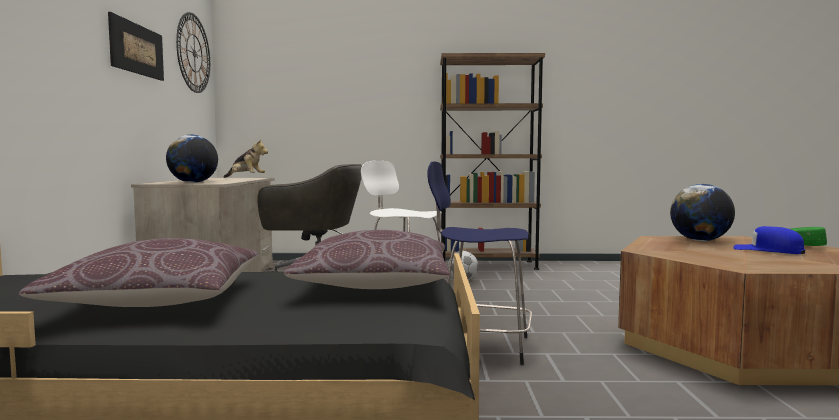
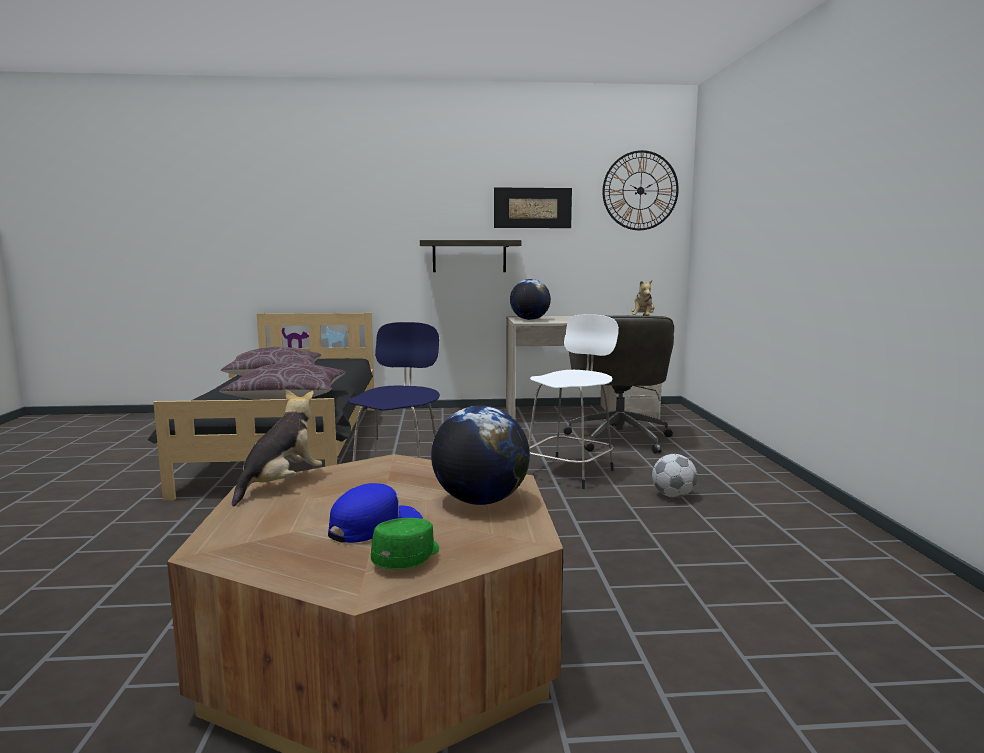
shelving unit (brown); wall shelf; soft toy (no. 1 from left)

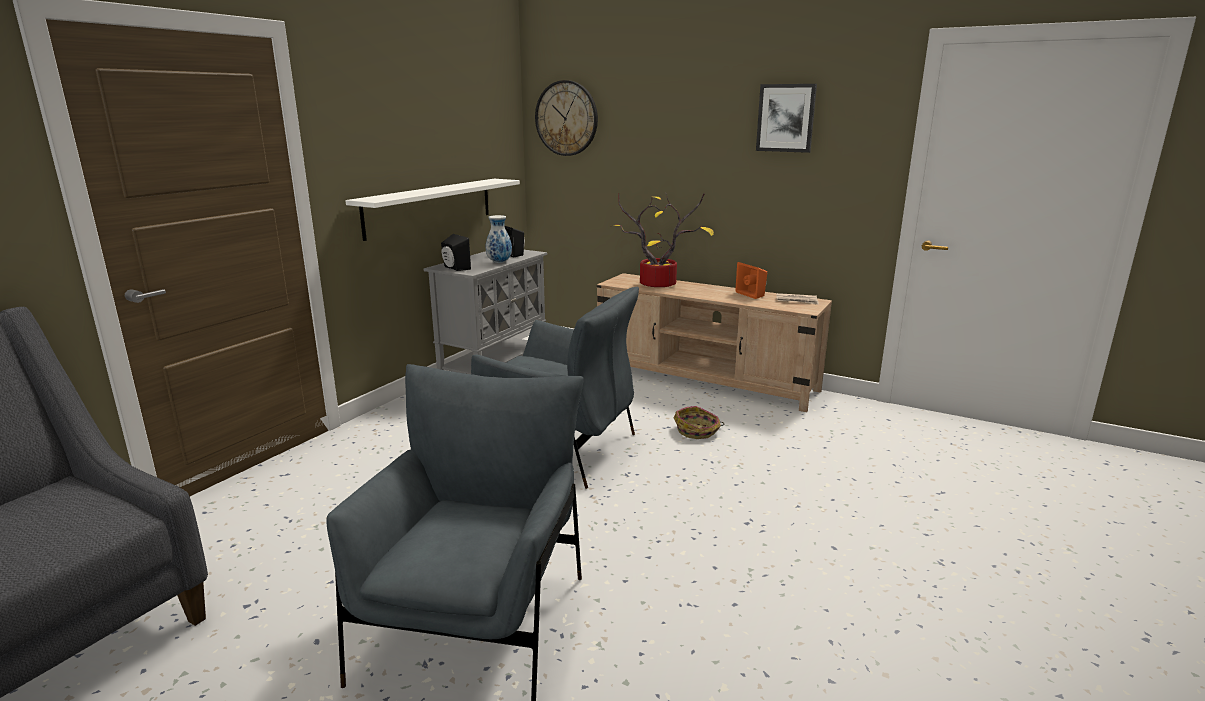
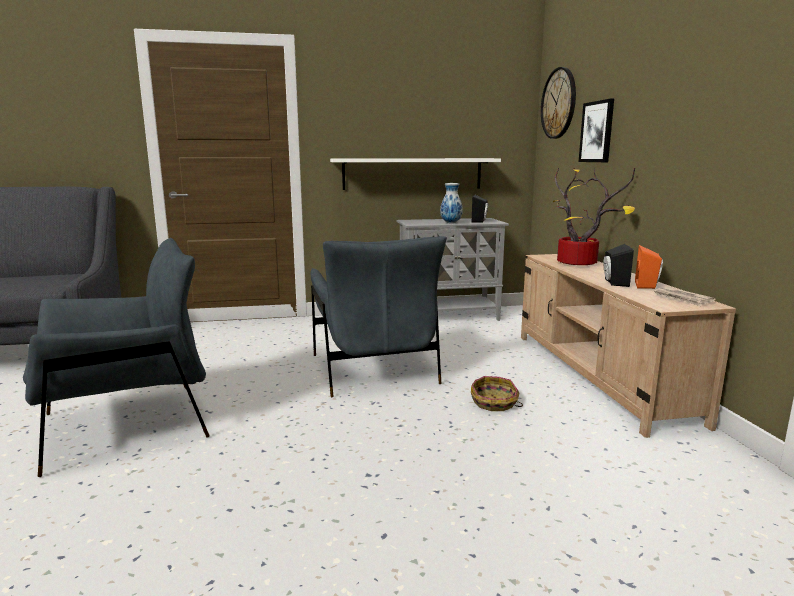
wall art; loudspeaker (blackish) (no. 2 from left)

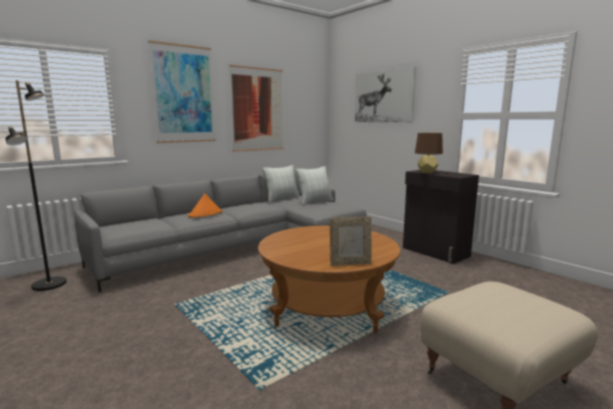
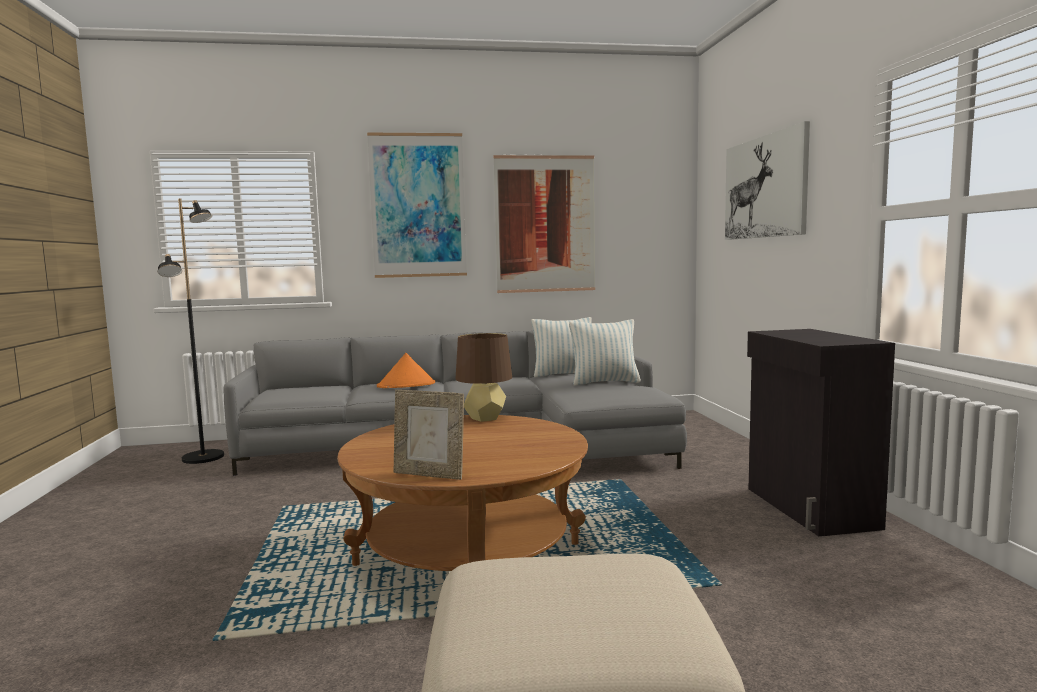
tabletop lamp (brown)

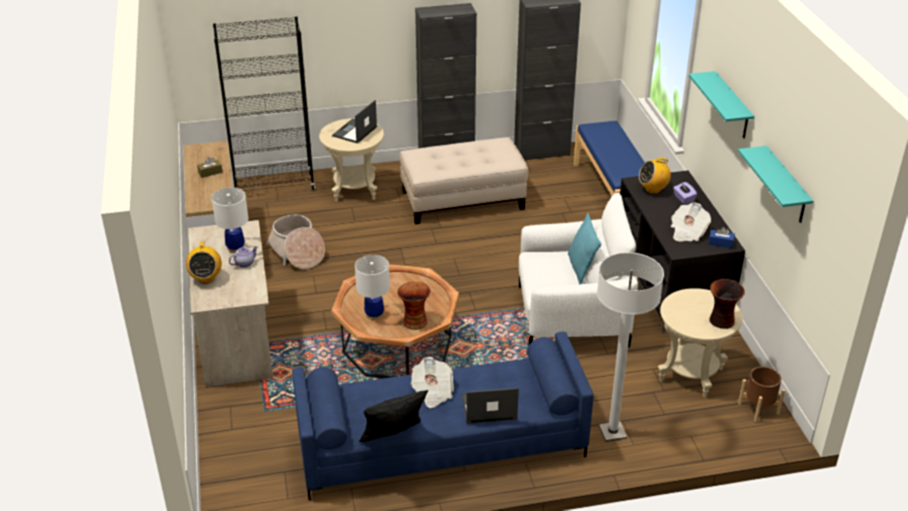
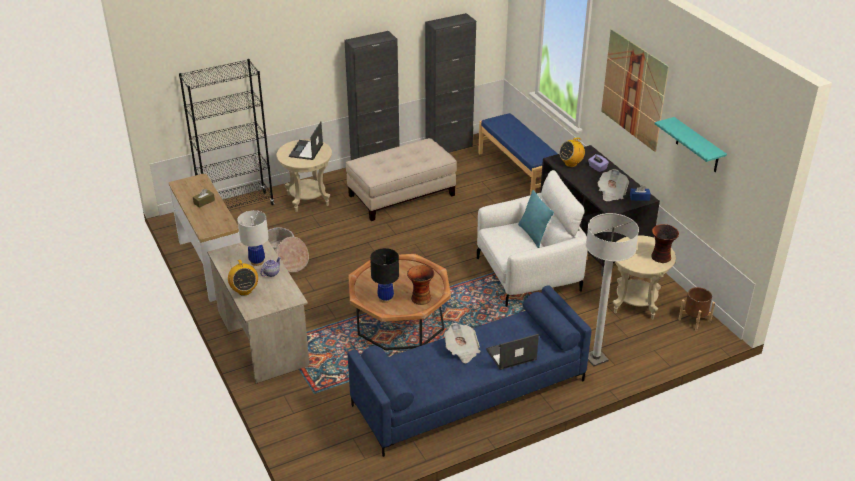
wall art; tabletop lamp (blackish); pillow (blackish)

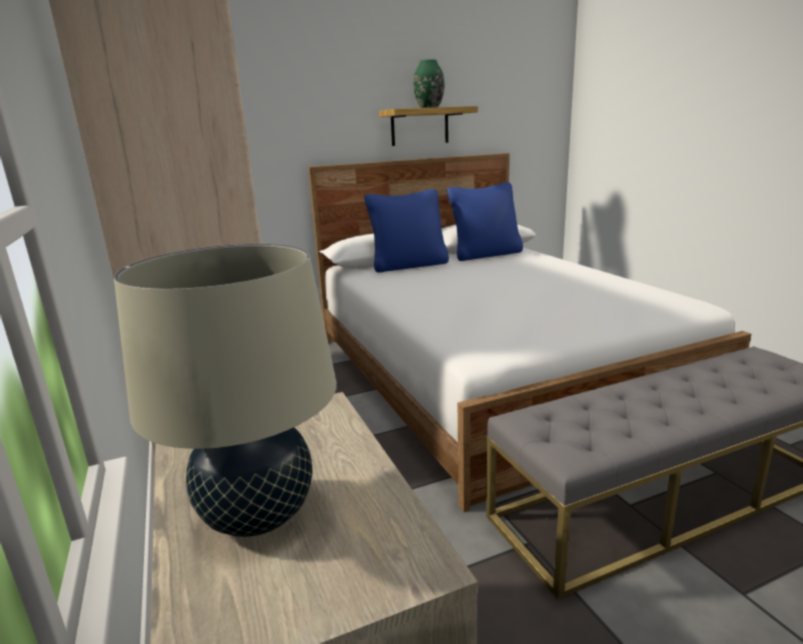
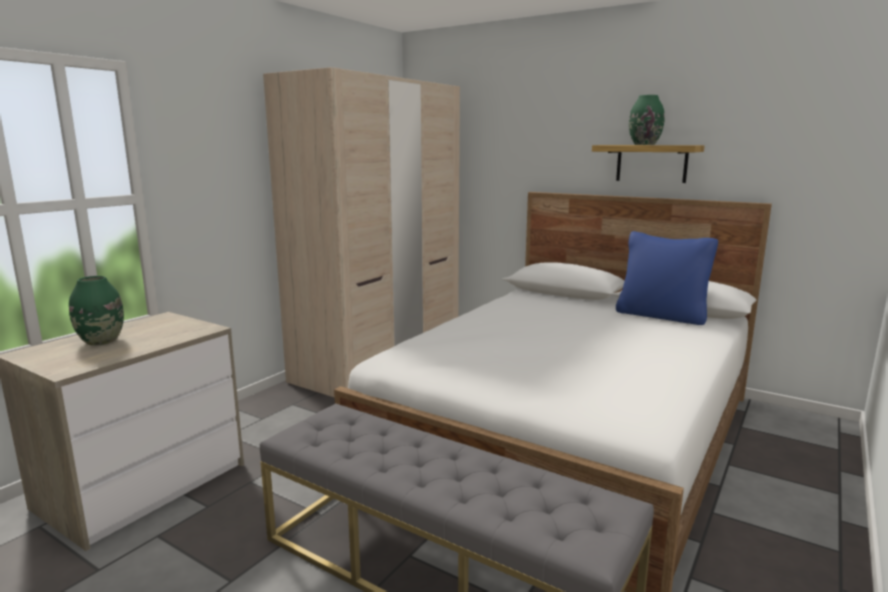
pillow (blue-coloured) (no. 1 from left in the first image); vase (greenish) (no. 1 from left)

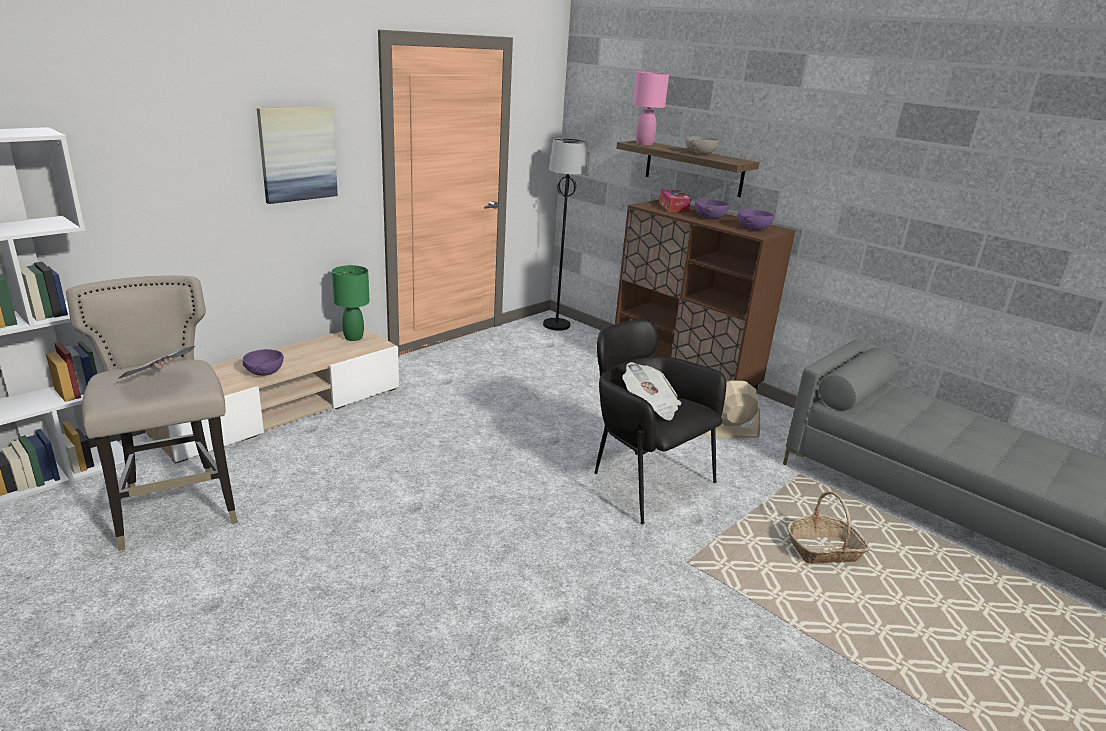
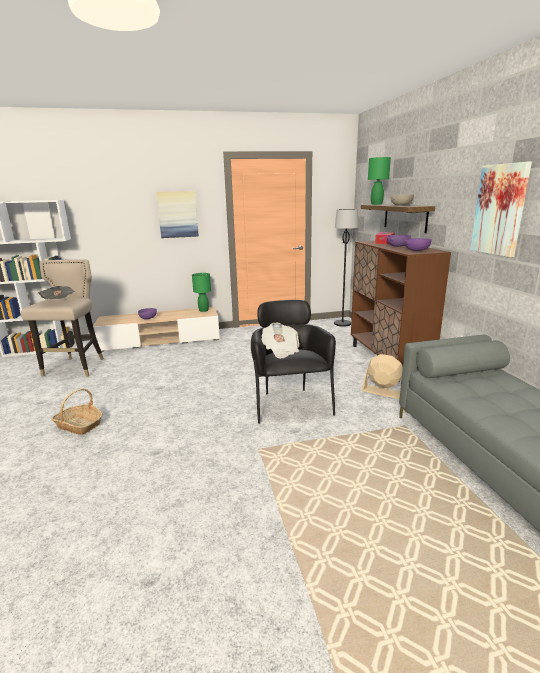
tabletop lamp (greenish) (no. 2 from left); basket; wall art (no. 2 from left)

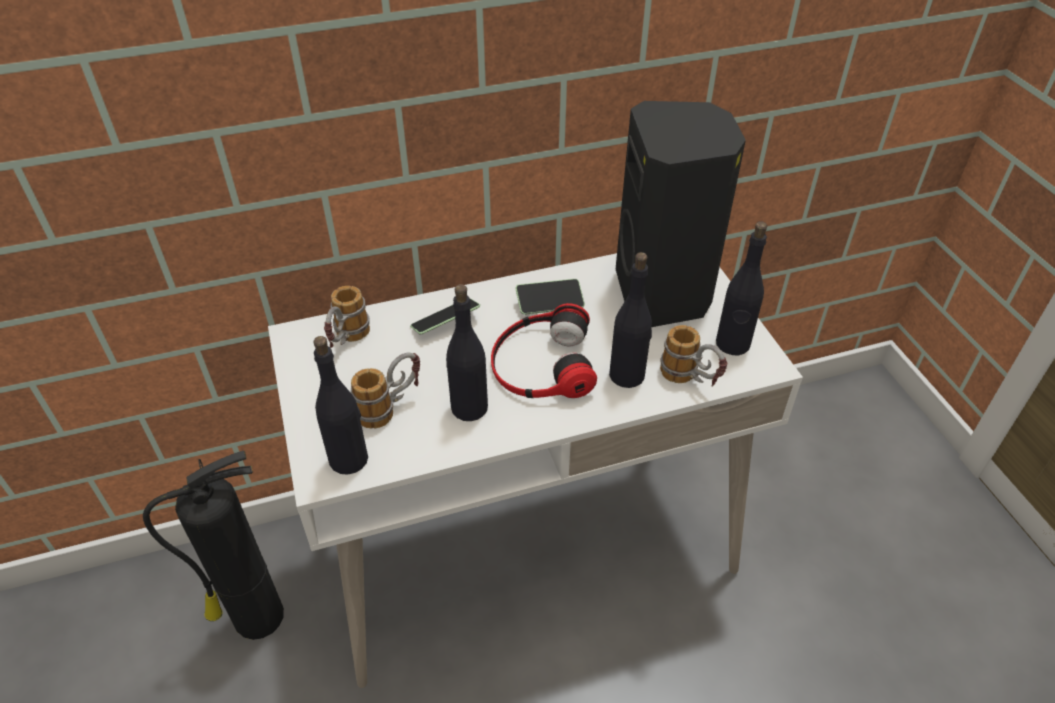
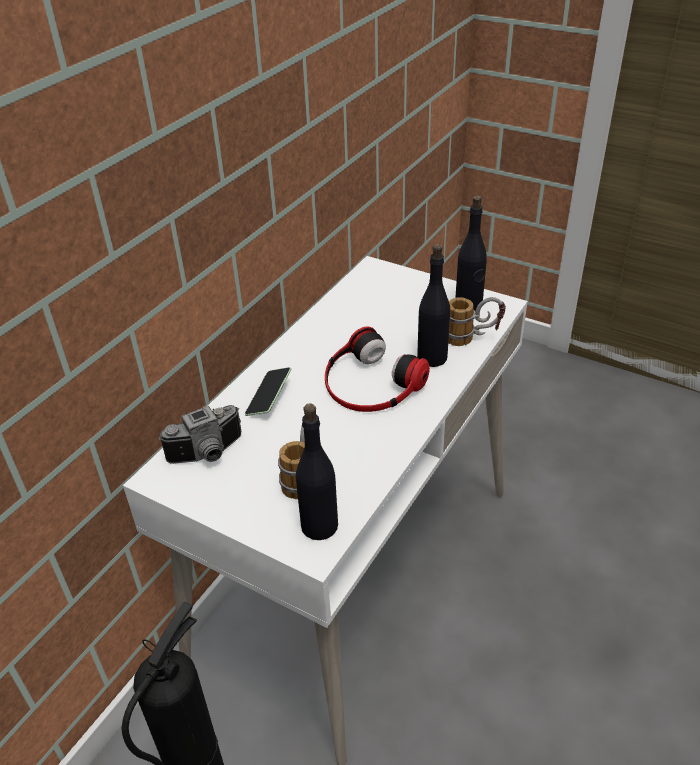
loudspeaker (blackish); phone (no. 2 from left in the first image); beverage bottle (blackish) (no. 2 from left in the first image); still camera

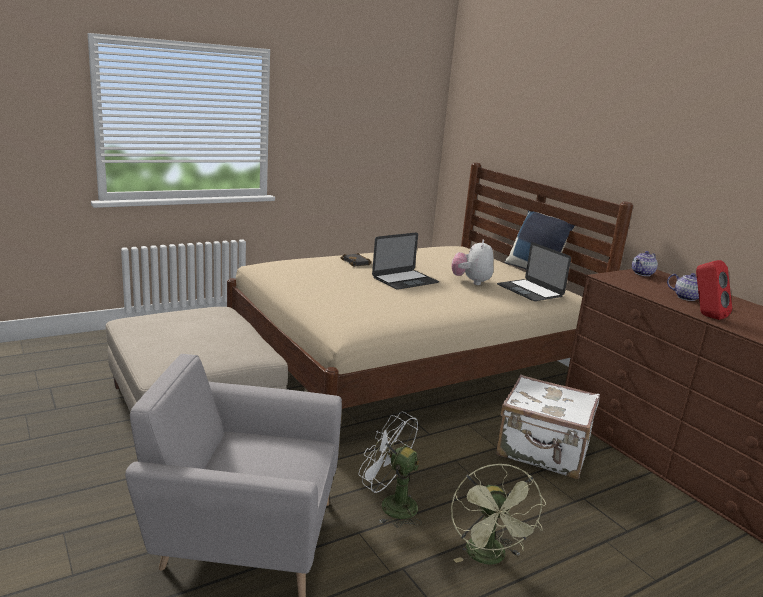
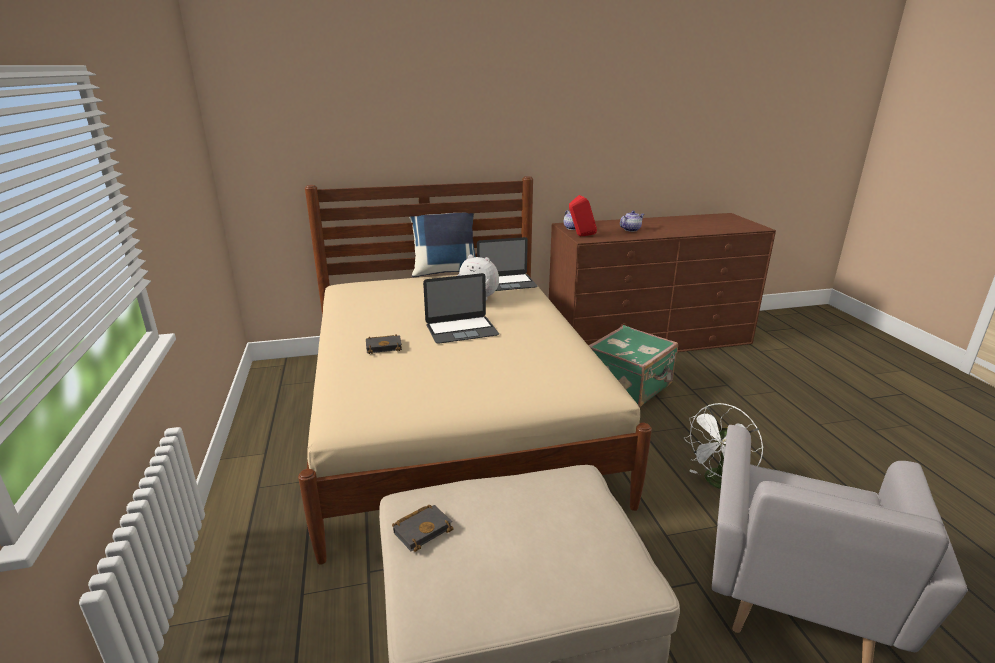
portable computer (no. 1 from left); loudspeaker (red); suitcase (greenish); fan (greenish); book (blackish) (no. 2 from left)

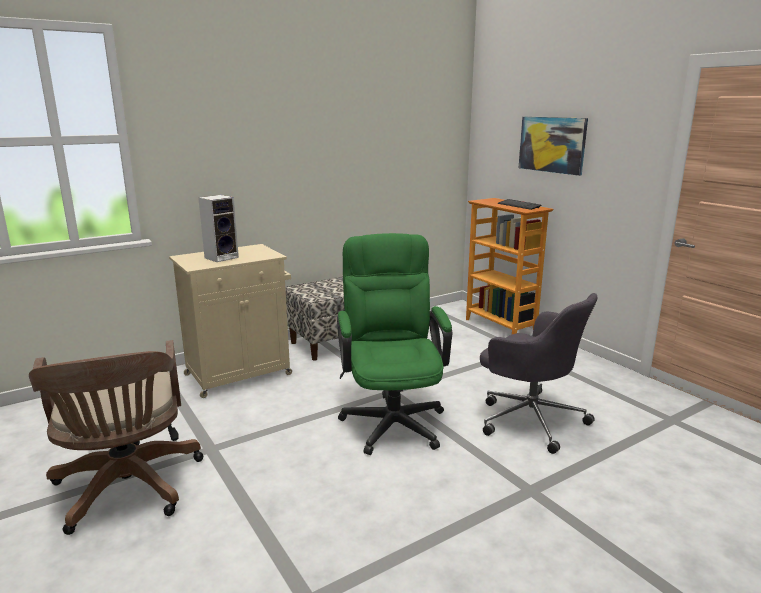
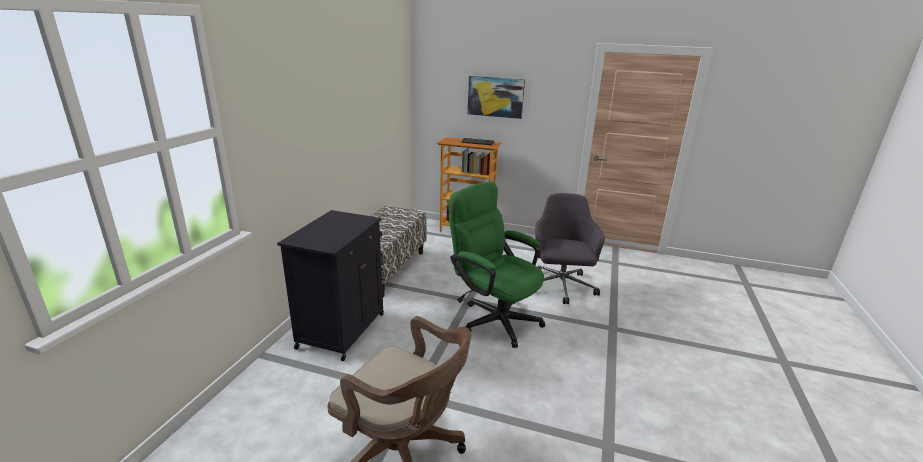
loudspeaker; cabinet (blackish); computer chair (grey)

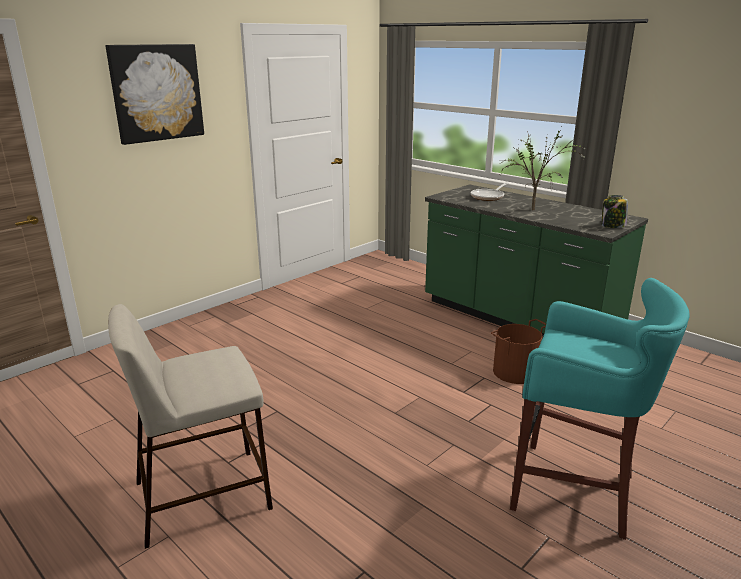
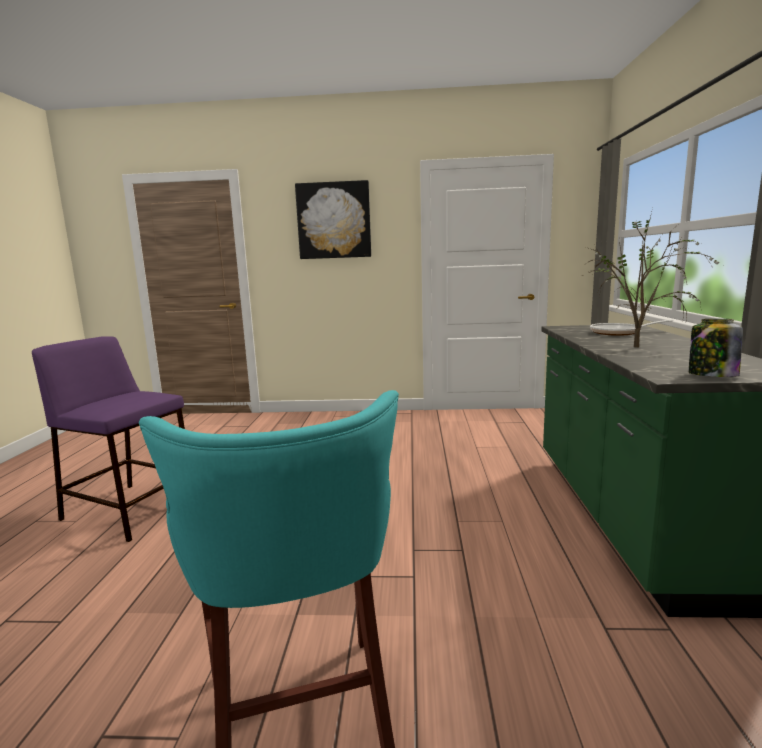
stool seat (purplish); water bucket (brown)

